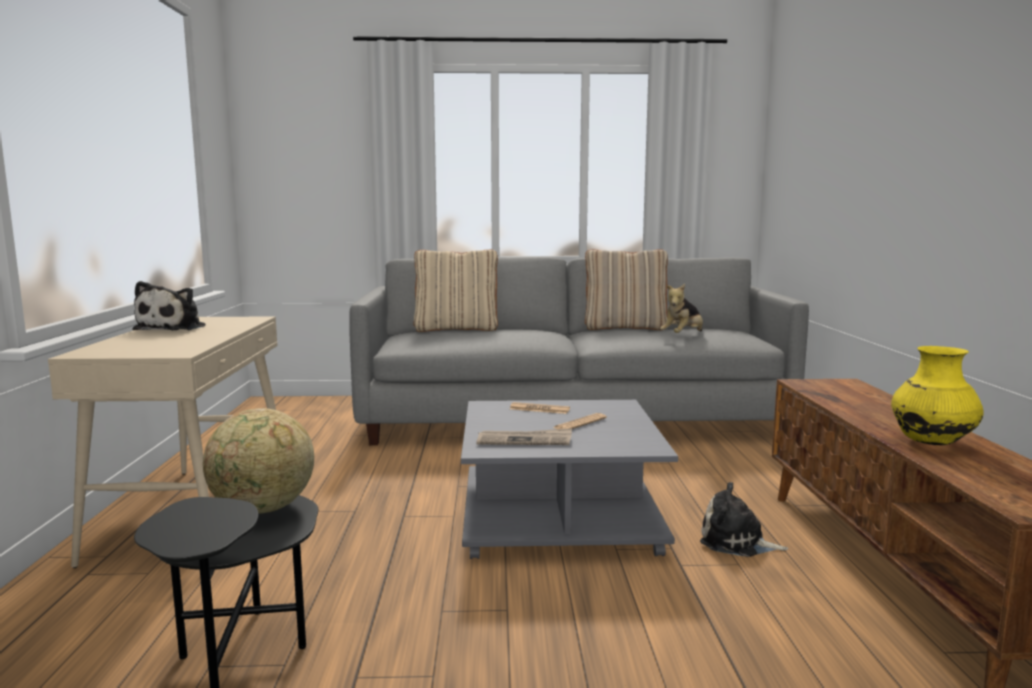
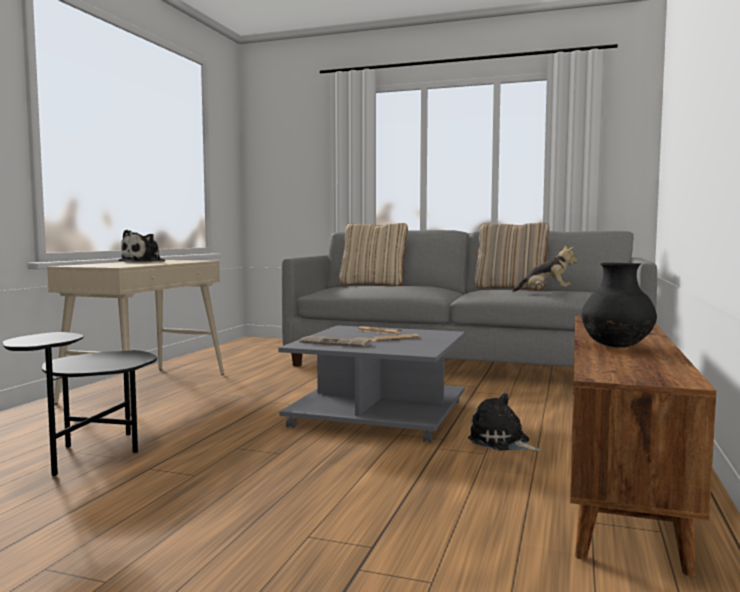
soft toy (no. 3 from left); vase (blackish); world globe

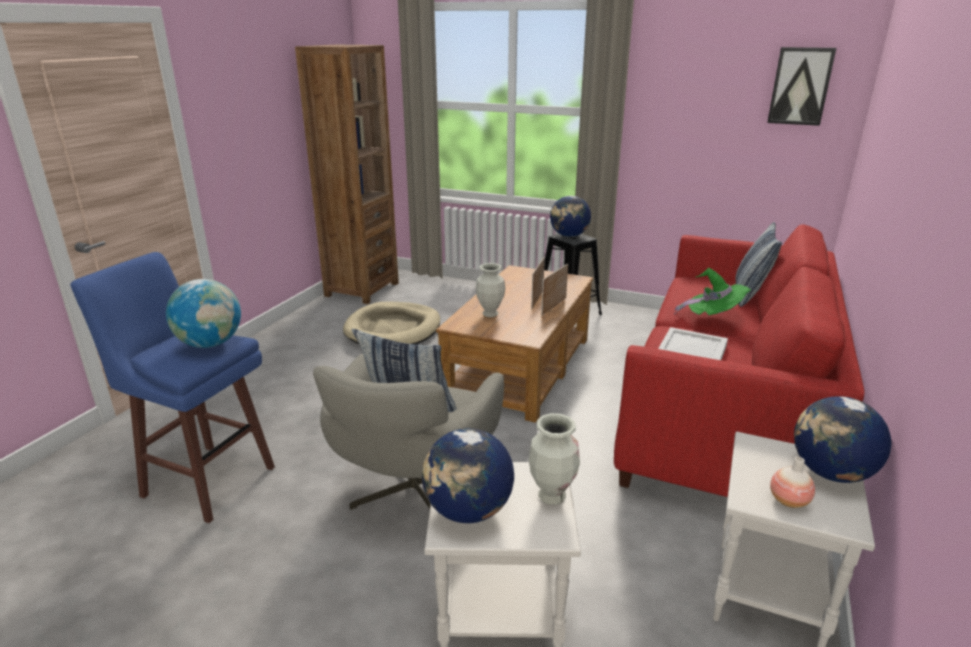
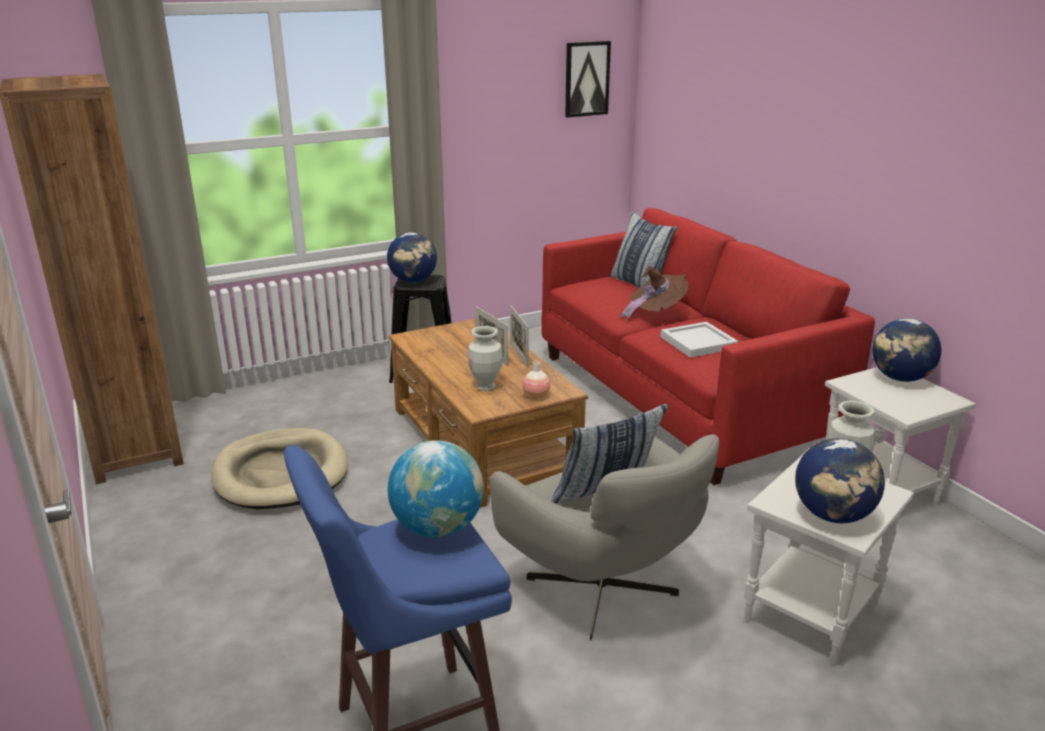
wearable hat (brown); vase (no. 2 from left)

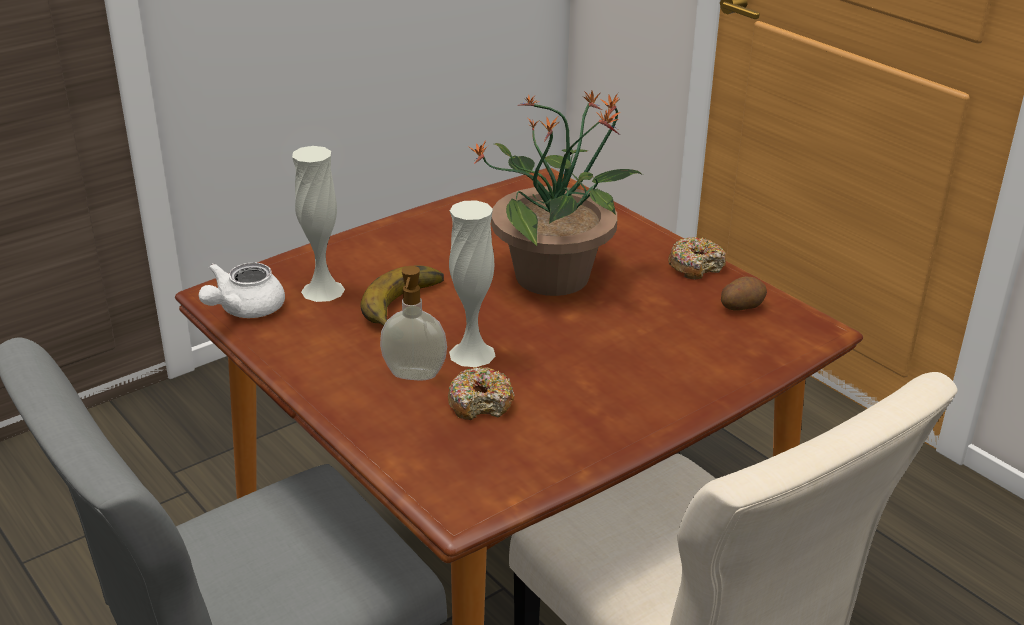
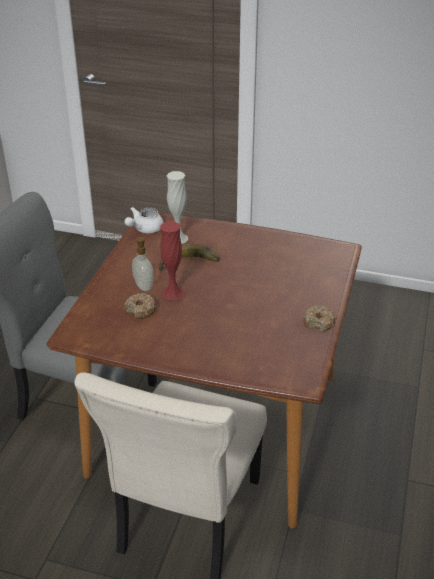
houseplant; vase (red); teapot (whitish); whole potato

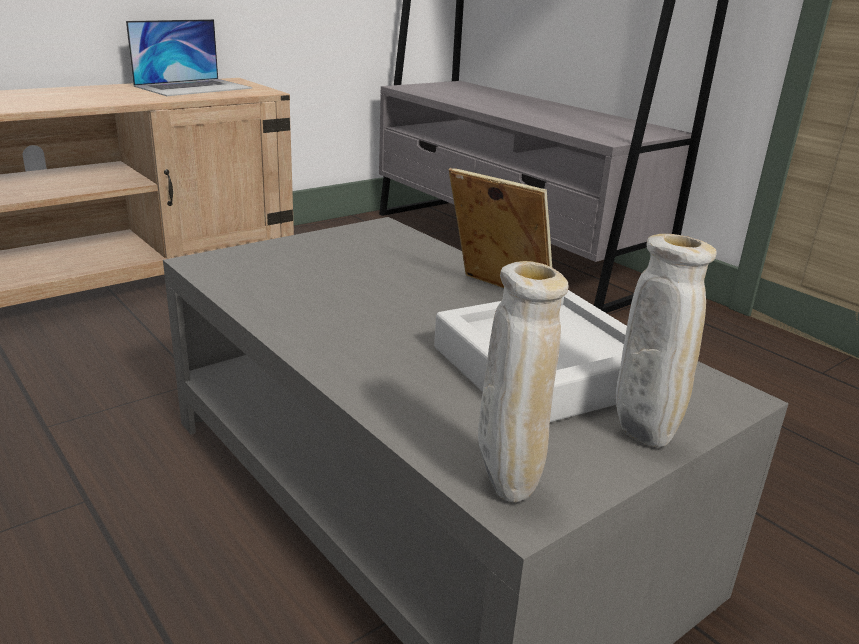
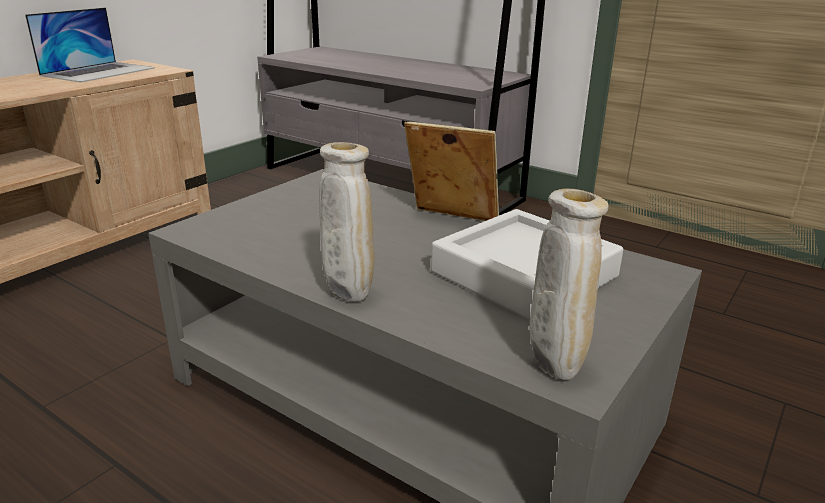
vase (beige-coloured) (no. 1 from left)

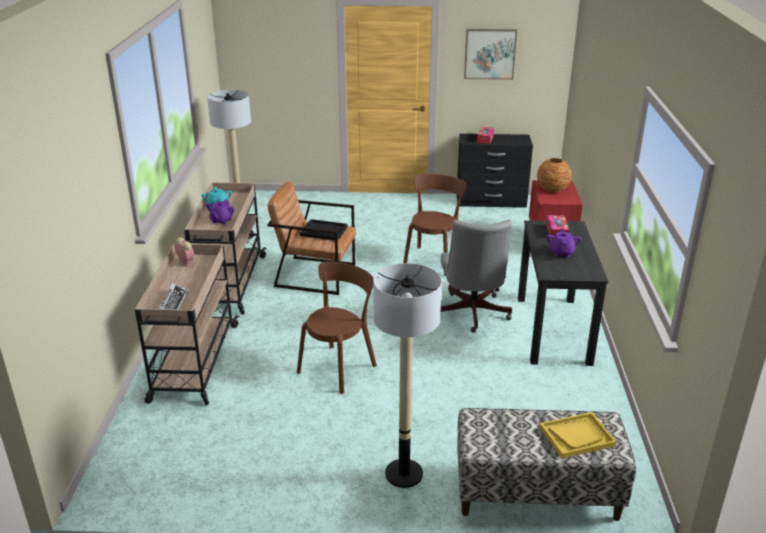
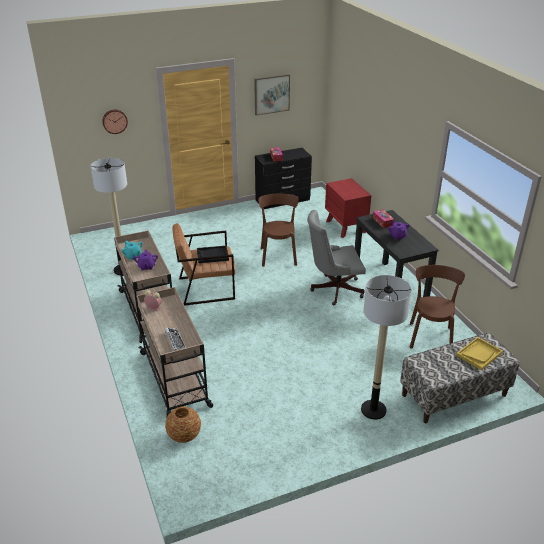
vase; computer chair (grey); plain chair (brown) (no. 2 from left); wall clock

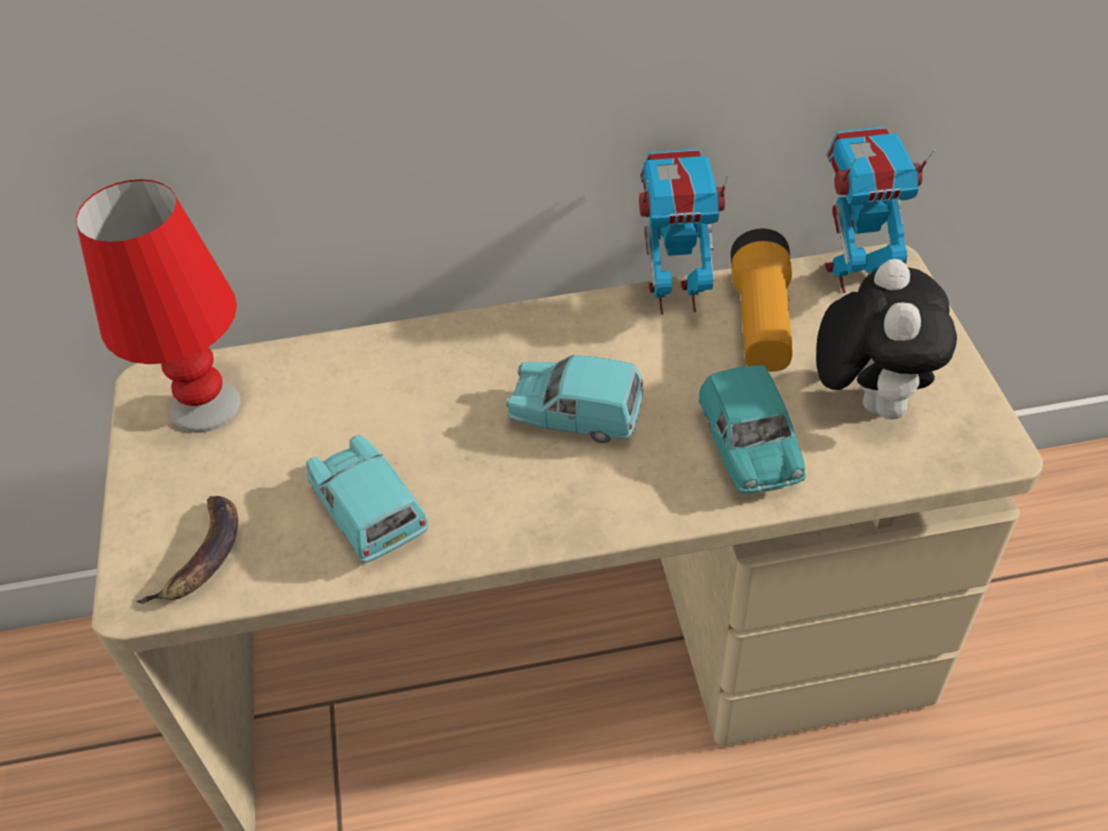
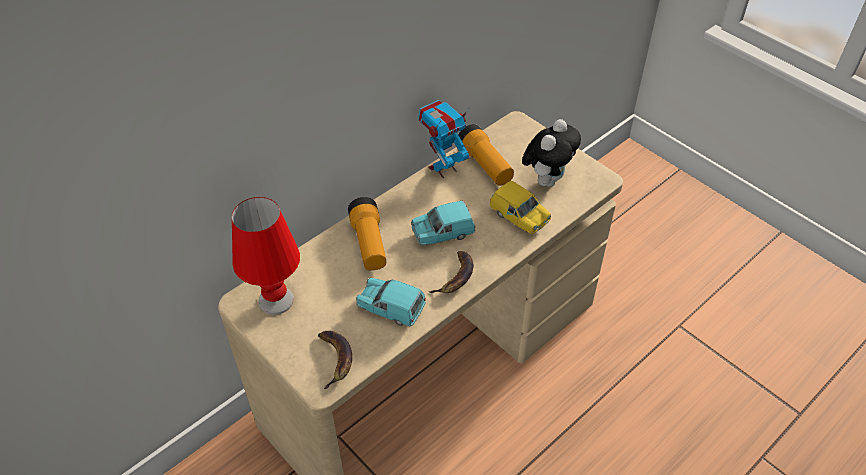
model robot (no. 2 from left in the first image); soft toy; model car (yellow); flashlight (no. 1 from left); banana (no. 2 from left)

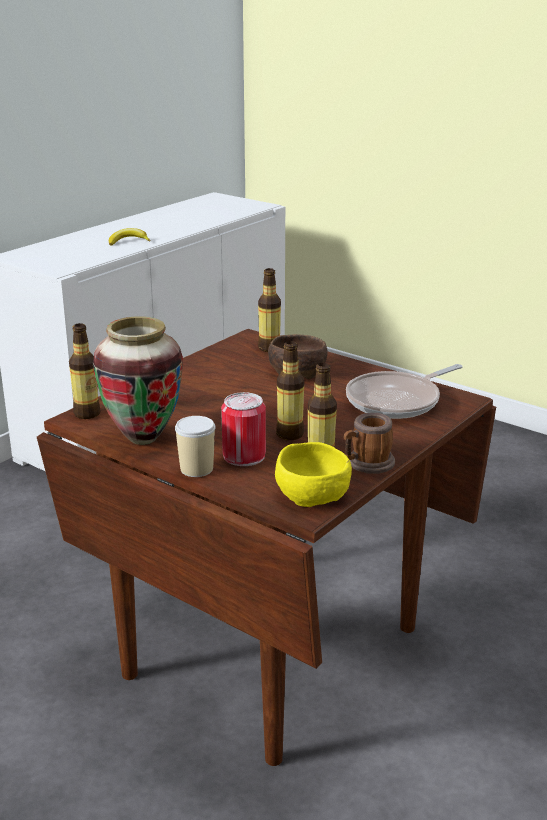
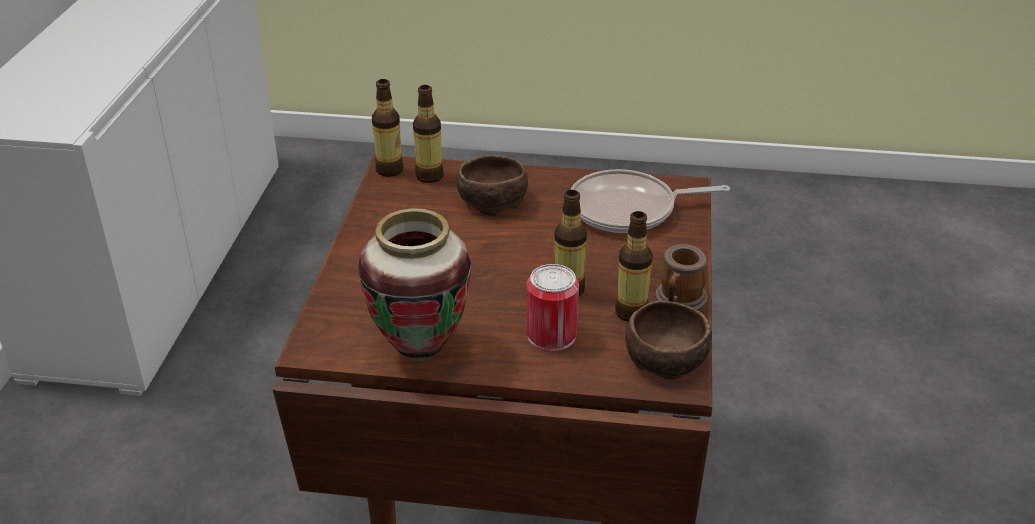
banana; beverage bottle (no. 1 from left); frying pan; small cup; deep dish (brown) (no. 2 from left)

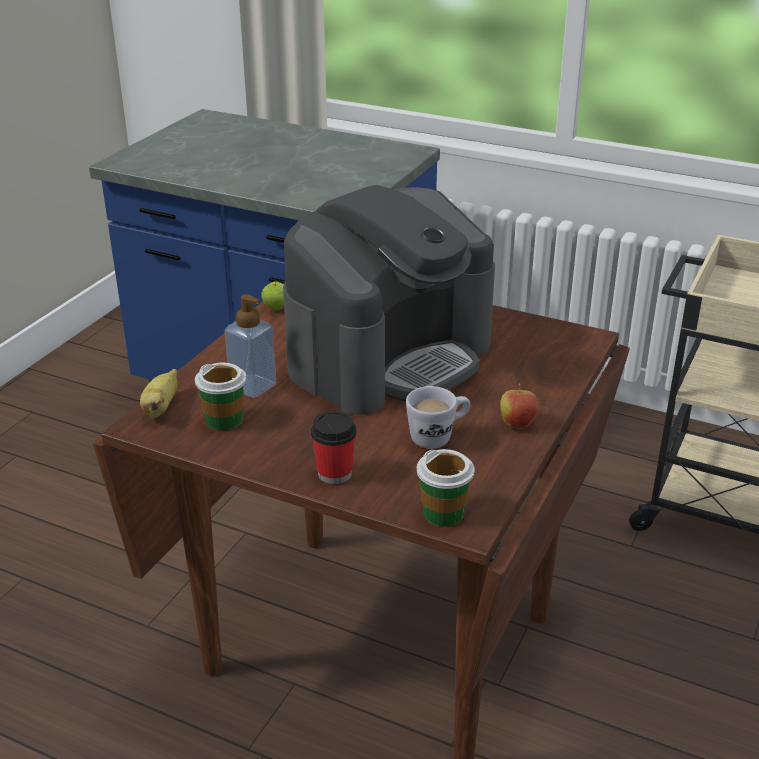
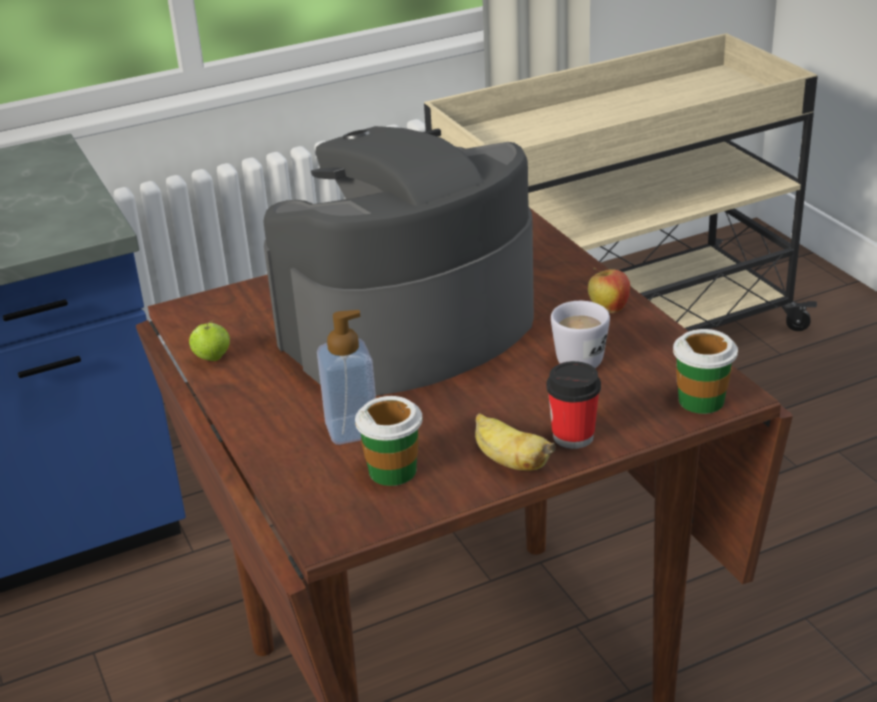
coffee brewer; banana

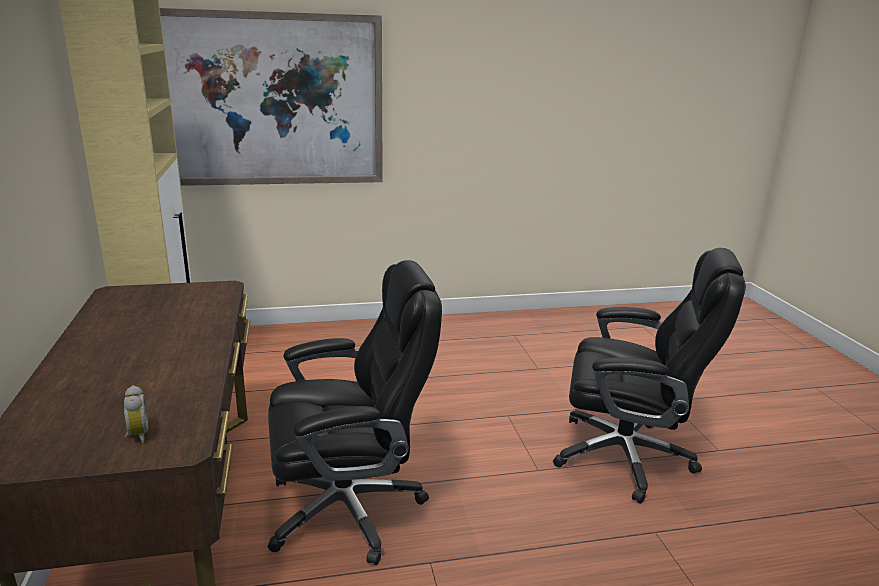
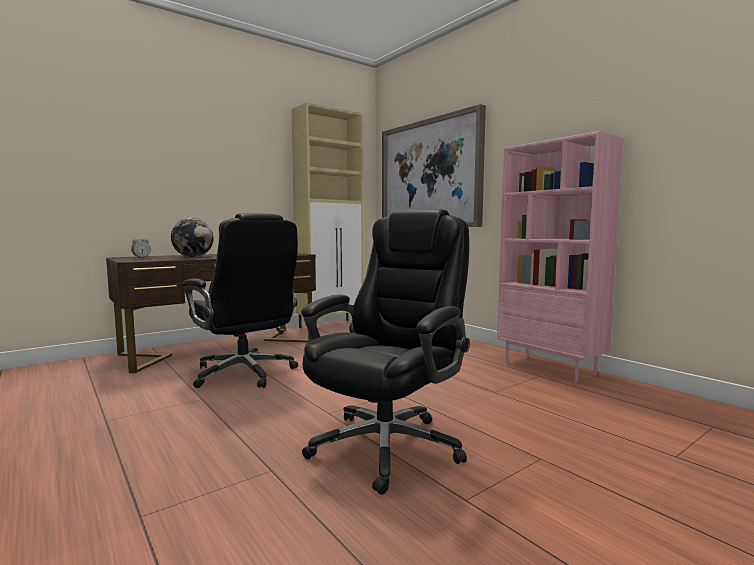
computer chair (blackish) (no. 2 from left); shelving unit (pinkish); world globe

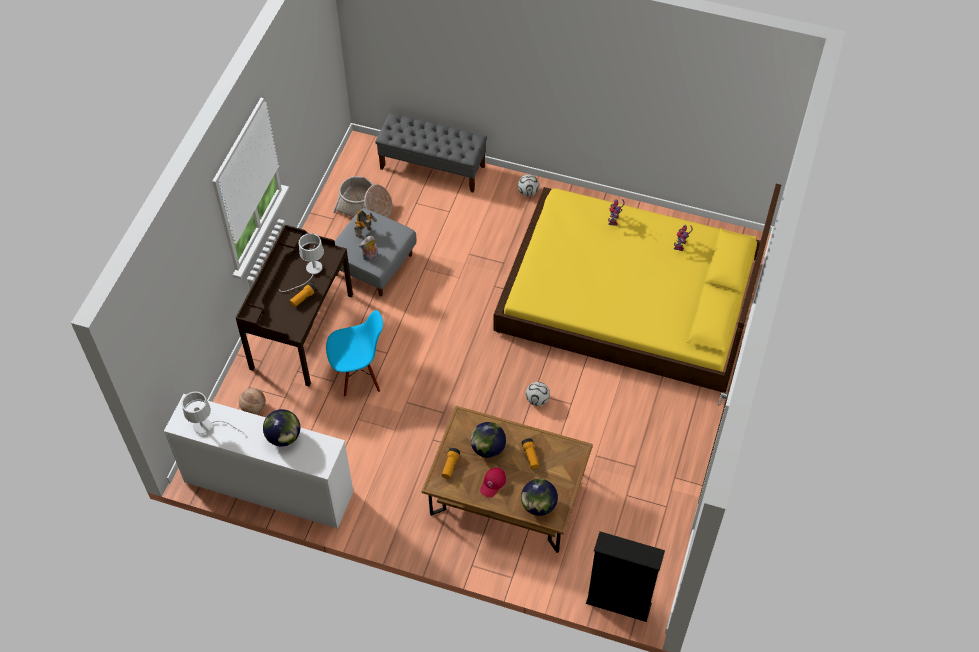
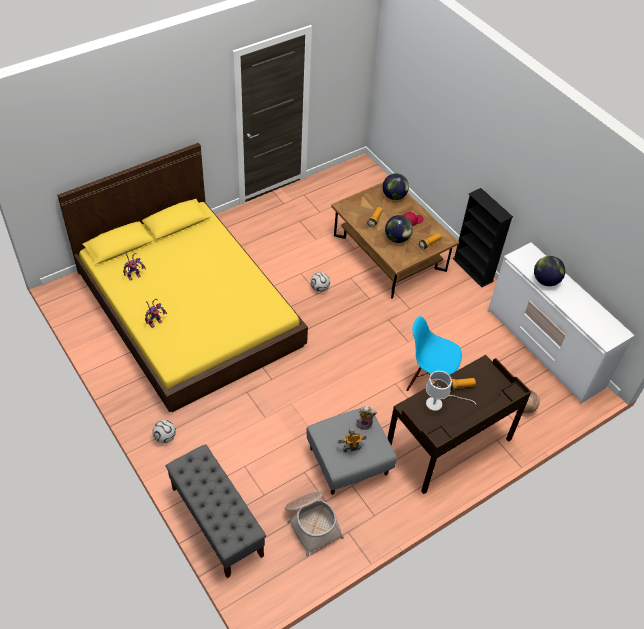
tabletop lamp (whitish) (no. 1 from left in the first image); shelving unit (blackish)

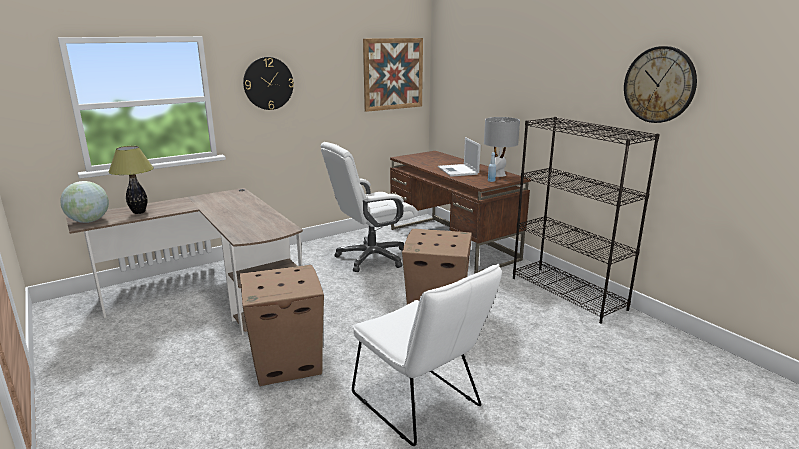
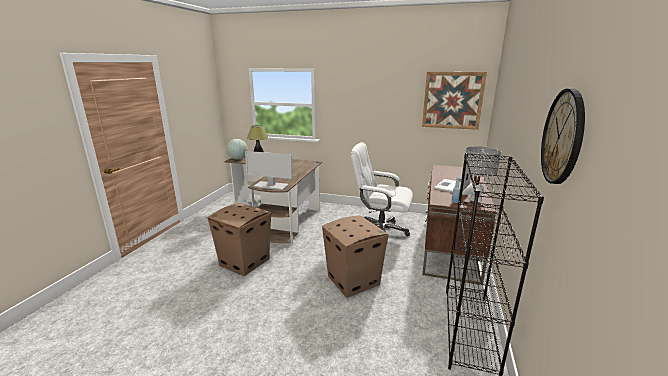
wall clock (no. 1 from left in the first image); plain chair (whitish); computer screen

